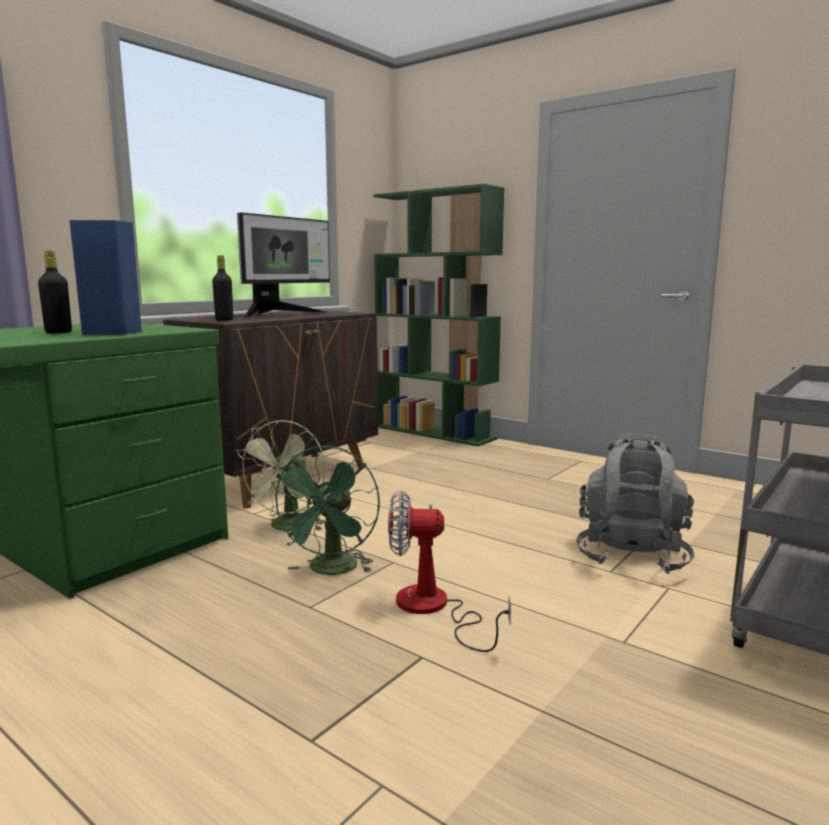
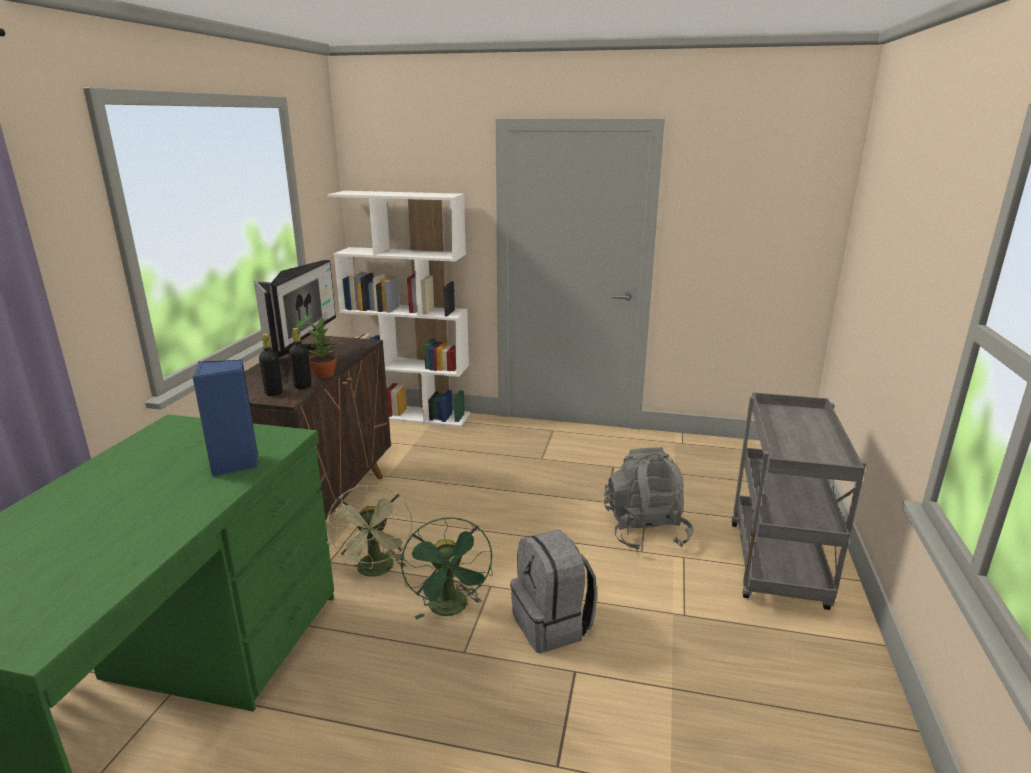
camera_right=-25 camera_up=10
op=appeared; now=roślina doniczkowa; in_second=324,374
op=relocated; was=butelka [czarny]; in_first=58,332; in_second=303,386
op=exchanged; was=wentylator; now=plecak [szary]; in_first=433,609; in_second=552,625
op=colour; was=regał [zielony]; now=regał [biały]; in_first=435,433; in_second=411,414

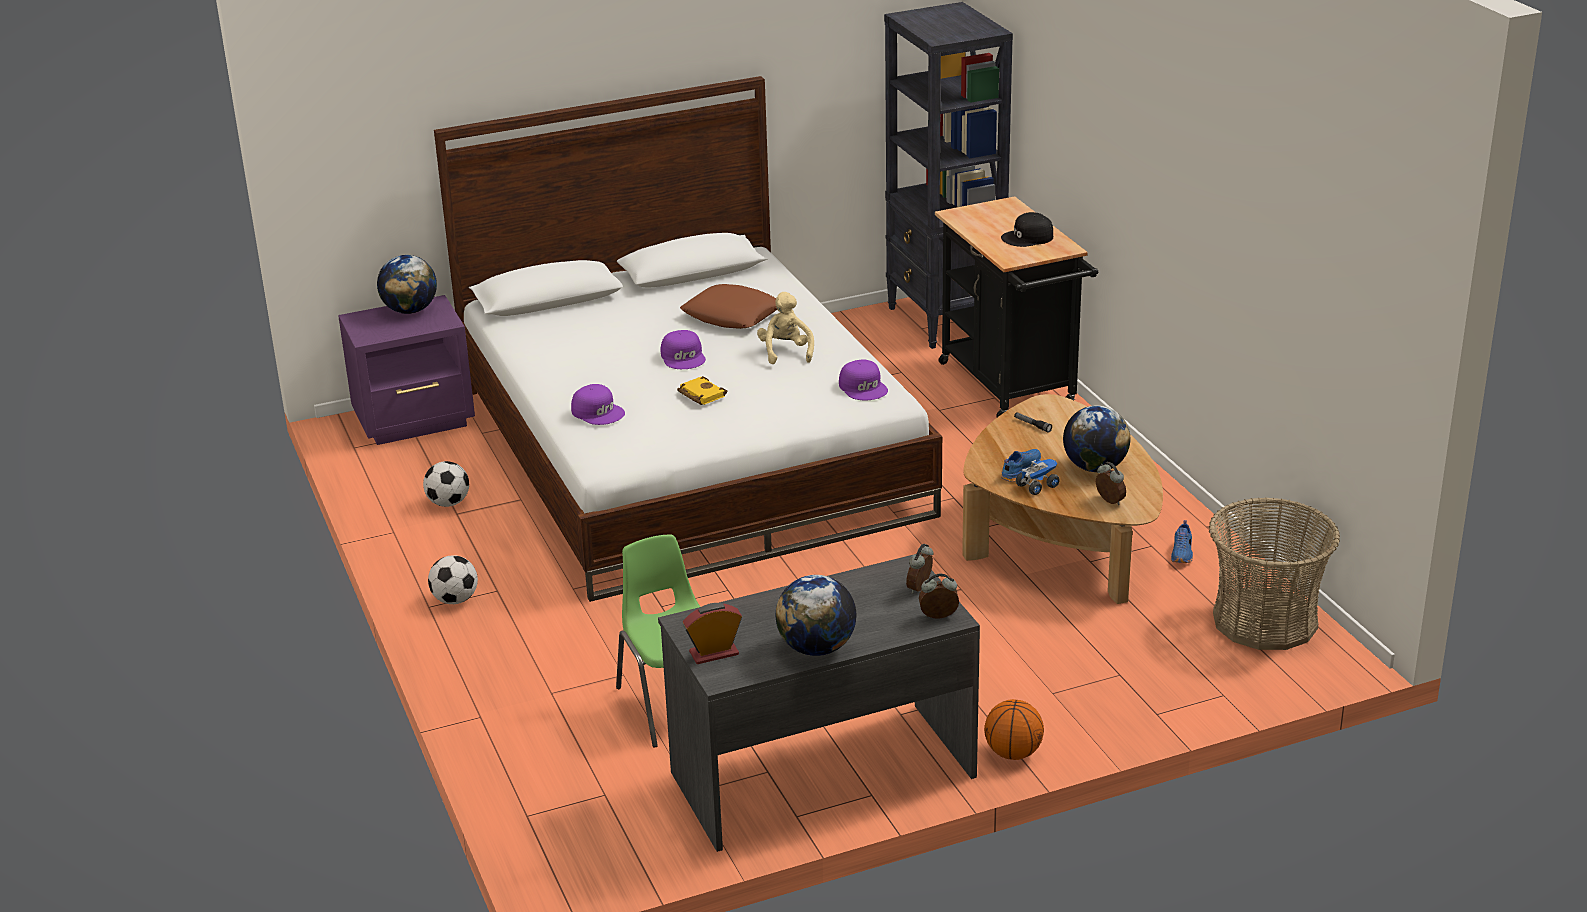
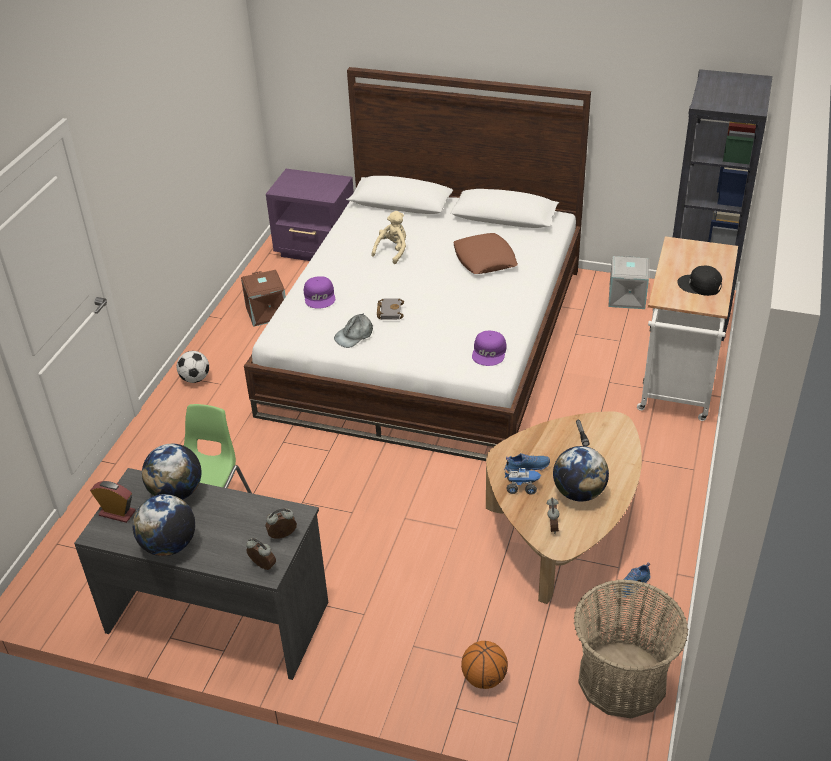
camera_right=40 camera_up=10
op=missing; was=czapka z daszkiem [fioletowy]; in_first=684,357
op=appeared; now=czapka z daszkiem [szary]; in_second=354,335
op=appeared; now=pojemnik do przechowywania [szary]; in_second=627,297
op=relocated; was=globus; in_first=410,310; in_second=177,493
op=relocated; was=pluszak [beżowy]; in_first=786,352; in_second=393,251
op=relocated; was=piłka do koszykówki; in_first=1013,753; in_second=484,678
op=exchanged; was=piłka futbolowa; now=pojemnik do przechowywania [brązowy]; in_first=448,503; in_second=267,312
op=colour; was=książka [żółty]; now=książka [szary]; in_first=700,394; in_second=389,311
op=colour; was=wózek [czarny]; now=wózek [biały]; in_first=1011,388; in_second=677,387

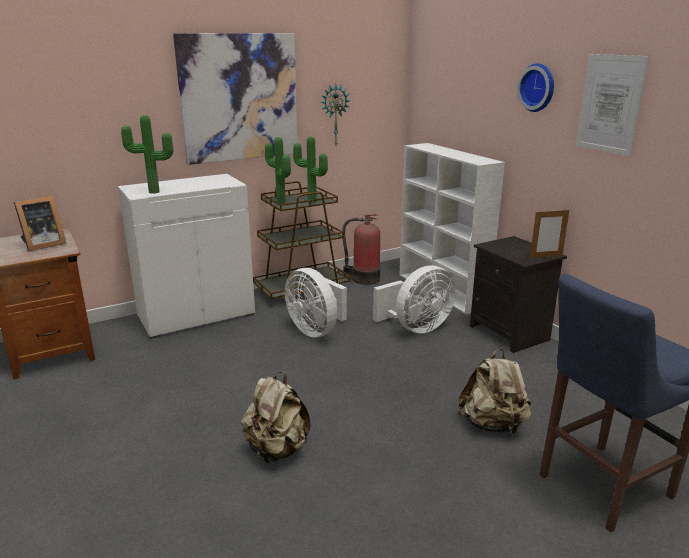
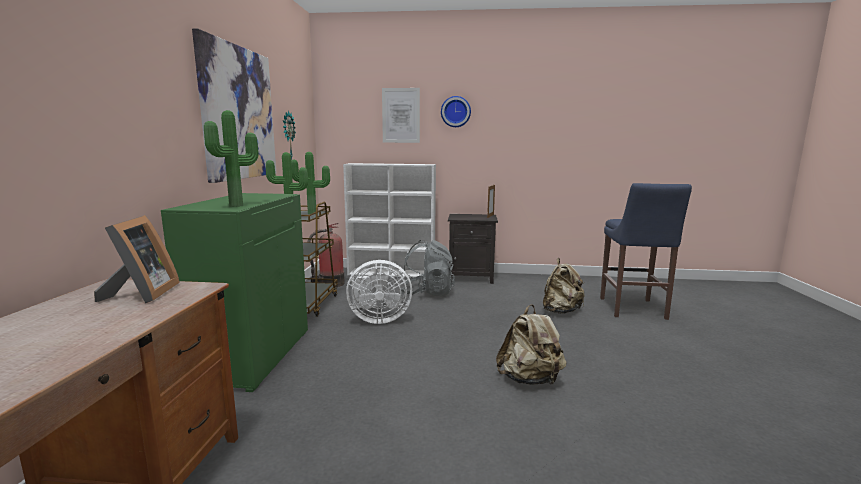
camera_right=-55 camera_up=-10
op=relocated; was=obraz; in_first=610,104; in_second=401,115
op=exchanged; was=wentylator [biały]; now=plecak [szary]; in_first=416,328; in_second=427,293
op=colour; was=szafka [biały]; now=szafka [zielony]; in_first=196,315; in_second=253,356

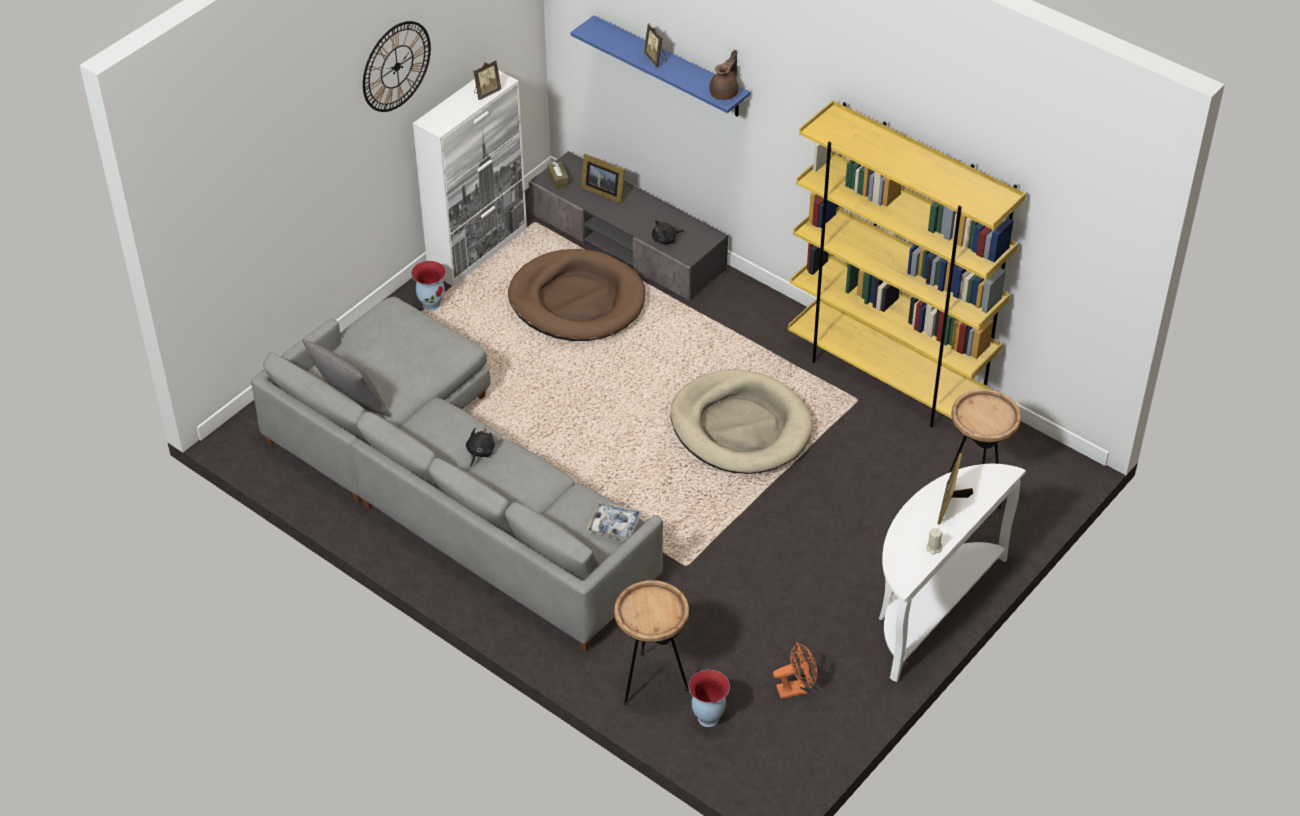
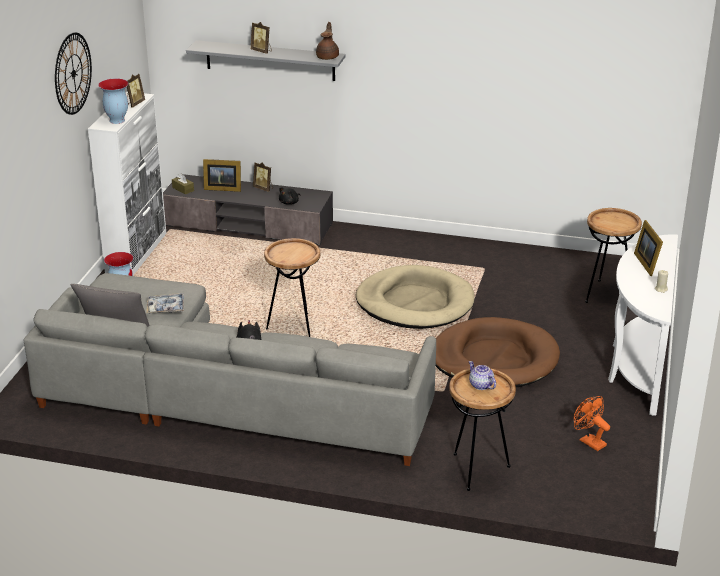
camera_right=-25 camera_up=-15
op=missing; was=regał [żółty]; in_first=888,377
op=appeared; now=ramka na zdjęcie; in_second=264,188
op=appeared; now=stolik [brązowy]; in_second=294,328
op=appeared; now=imbryk; in_second=481,385
op=relocated; was=legowisko [brązowy]; in_first=577,301; in_second=494,359
op=relocated; was=taca; in_first=614,525; in_second=166,307
op=relocated; was=wazon; in_first=707,718; in_second=116,120
op=colour; was=półka [niebieski]; now=półka [szary]; in_first=670,67; in_second=270,60
op=spun; was=wentylator [pomarańczowy]; in_first=796,689; in_second=589,441; clockwise=-90

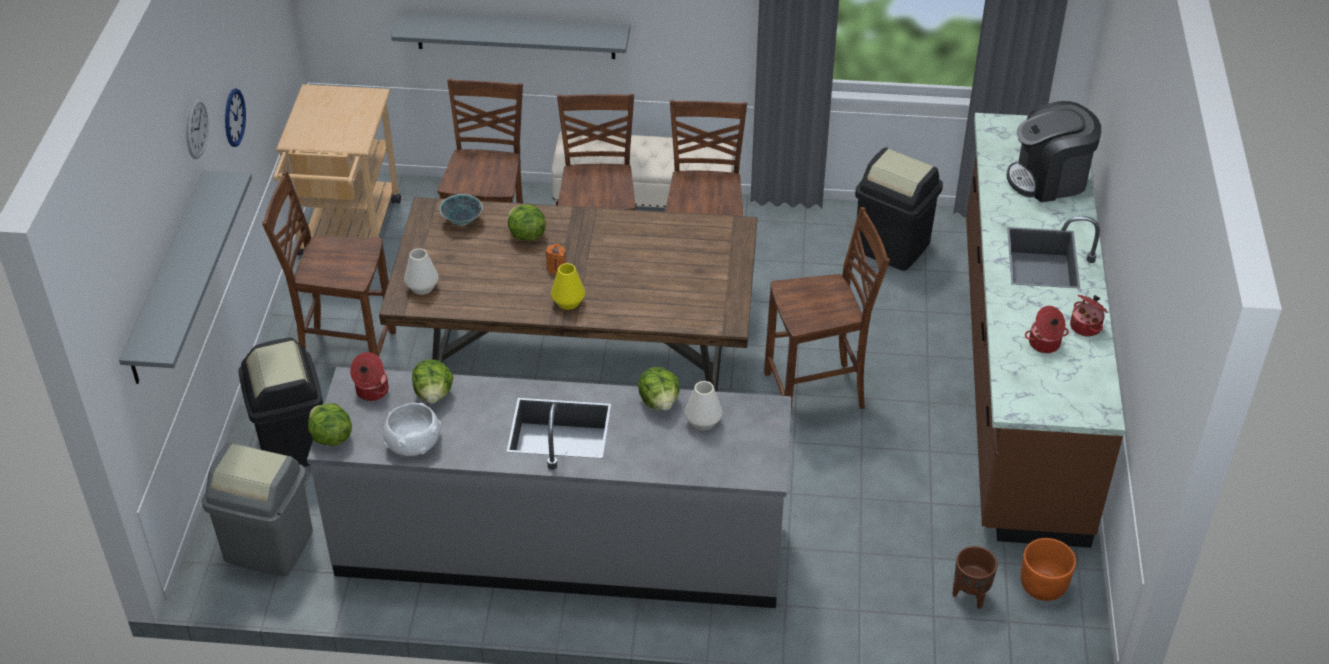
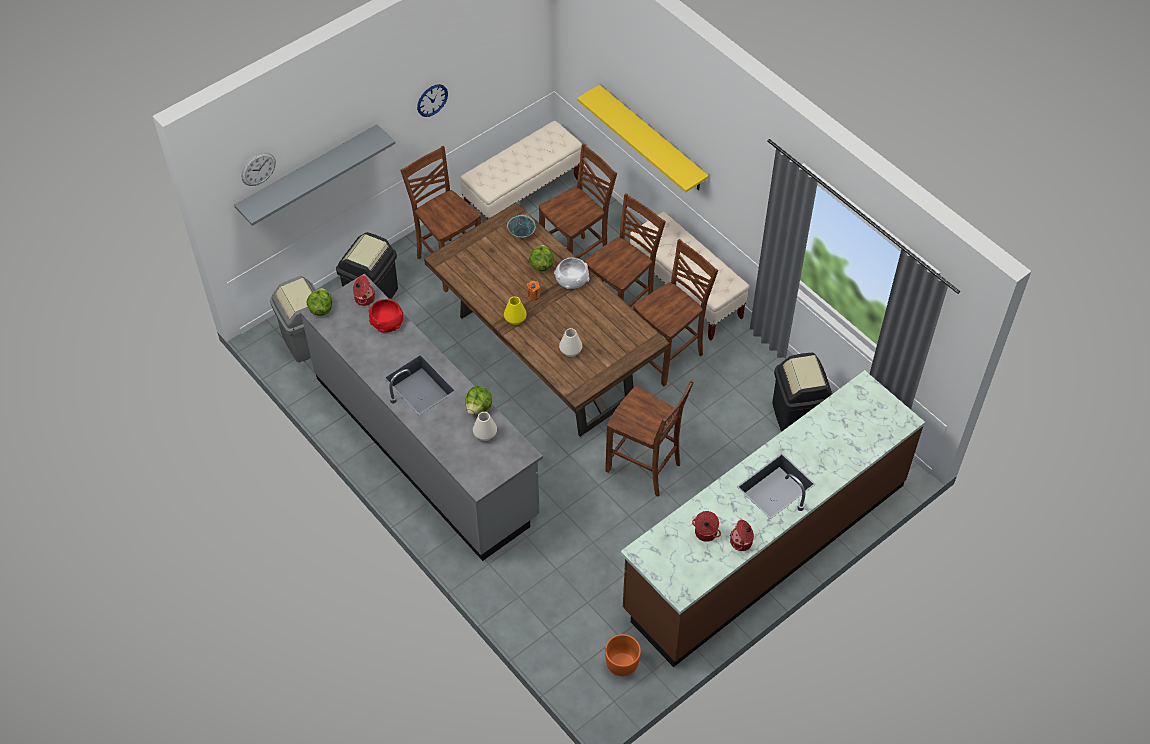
camera_right=45 camera_up=10
op=missing; was=donica [brązowy]; in_first=970,595
op=missing; was=ekspres do kawy; in_first=1049,179
op=relocated; was=zegar ścienny; in_first=196,128; in_second=258,169
op=relocated; was=miska [biały]; in_first=413,442; in_second=571,280
op=relocated; was=wazon [biały]; in_first=422,287; in_second=570,351
op=exchanged; was=wózek [beżowy]; now=ławka [beżowy]; in_first=348,235; in_second=523,195
op=exchanged; was=sałata; now=miska [czerwony]; in_first=434,394; in_second=387,322
op=colour; was=półka [szary]; now=półka [żółty]; in_first=515,35; in_second=652,139

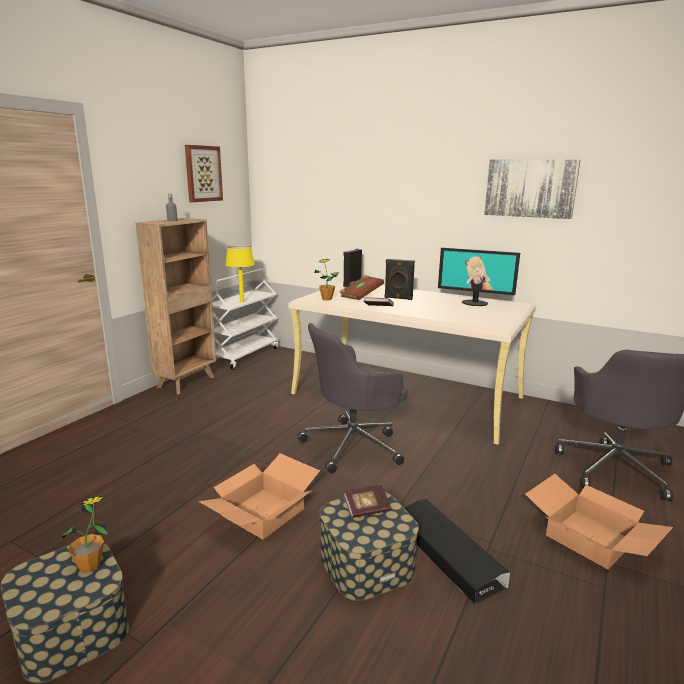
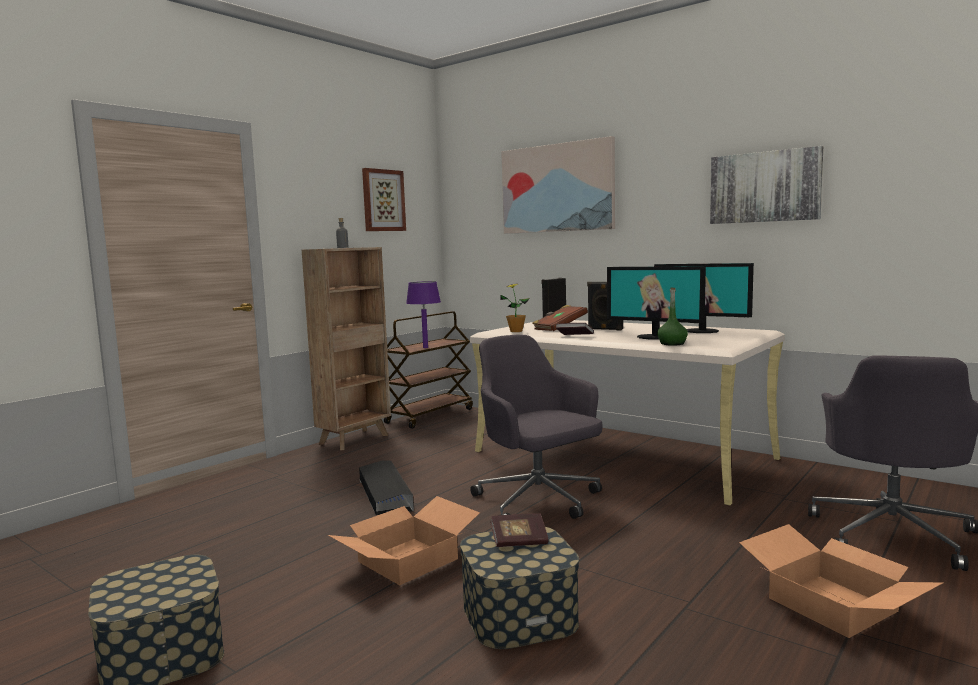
camera_right=10 camera_up=-10
op=missing; was=roślina doniczkowa; in_first=90,566
op=appeared; now=obraz; in_second=557,188
op=appeared; now=monitor; in_second=655,337
op=appeared; now=butelka [zielony]; in_second=672,343
op=relocated; was=pojemnik do przechowywania [czarny]; in_first=447,553; in_second=385,494
op=colour; was=wózek [biały]; now=wózek [brązowy]; in_first=244,355; in_second=430,415
op=colour; was=lampa stołowa [żółty]; now=lampa stołowa [fioletowy]; in_first=242,302; in_second=425,347
op=spun; was=krzesło biurowe [szary]; in_first=354,445; in_second=538,501; clockwise=75

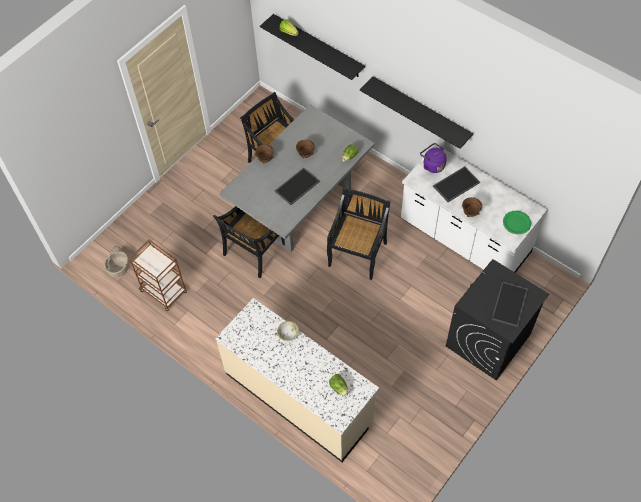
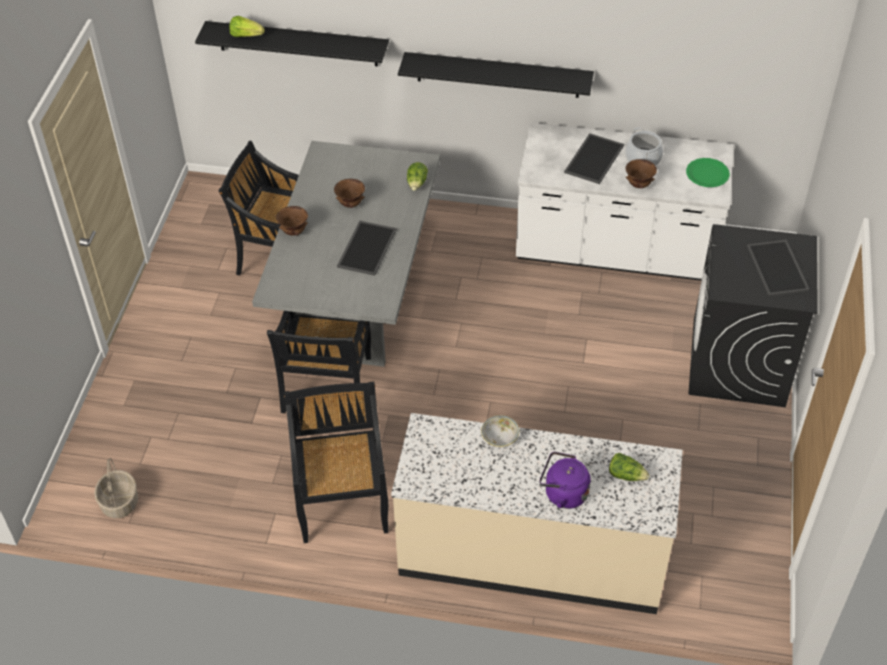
camera_right=-30 camera_up=-10
op=missing; was=wózek [brązowy]; in_first=164,292
op=appeared; now=garnek; in_second=643,158
op=relocated; was=krzesło [czarny]; in_first=357,253; in_second=342,501
op=relocated; was=czajnik [fioletowy]; in_first=432,165; in_second=563,493

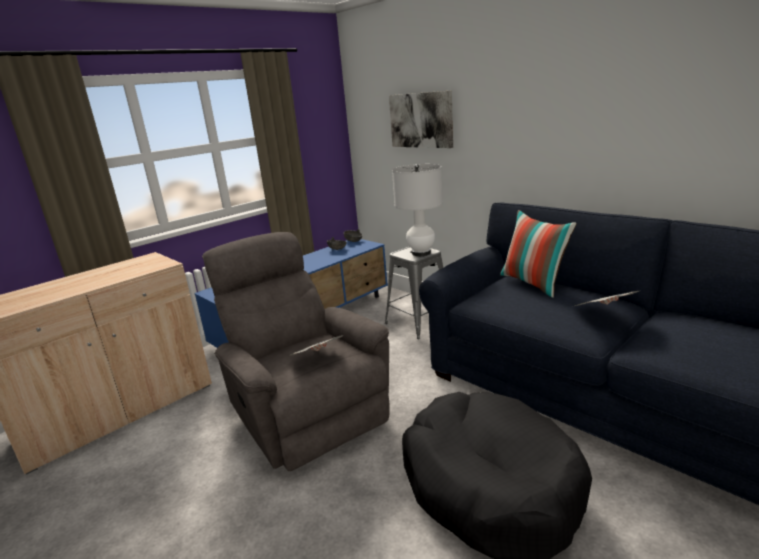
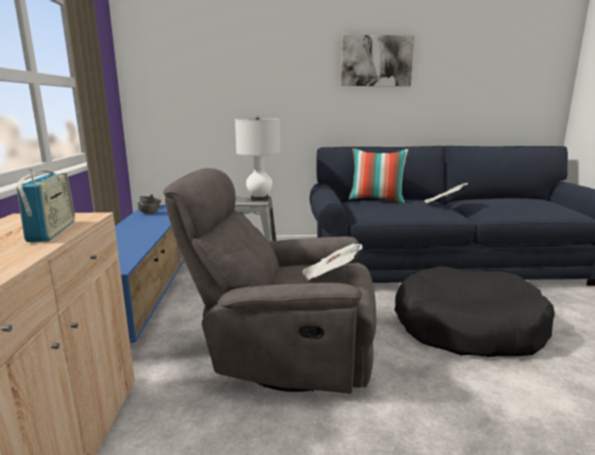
camera_right=-50 camera_up=-5
op=appeared; now=radio; in_second=52,231
op=relocated; was=obraz; in_first=421,120; in_second=376,61

